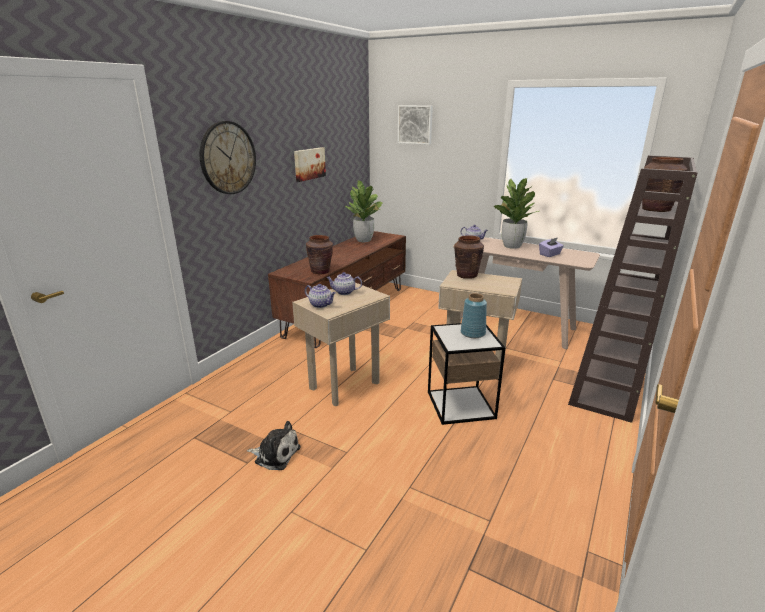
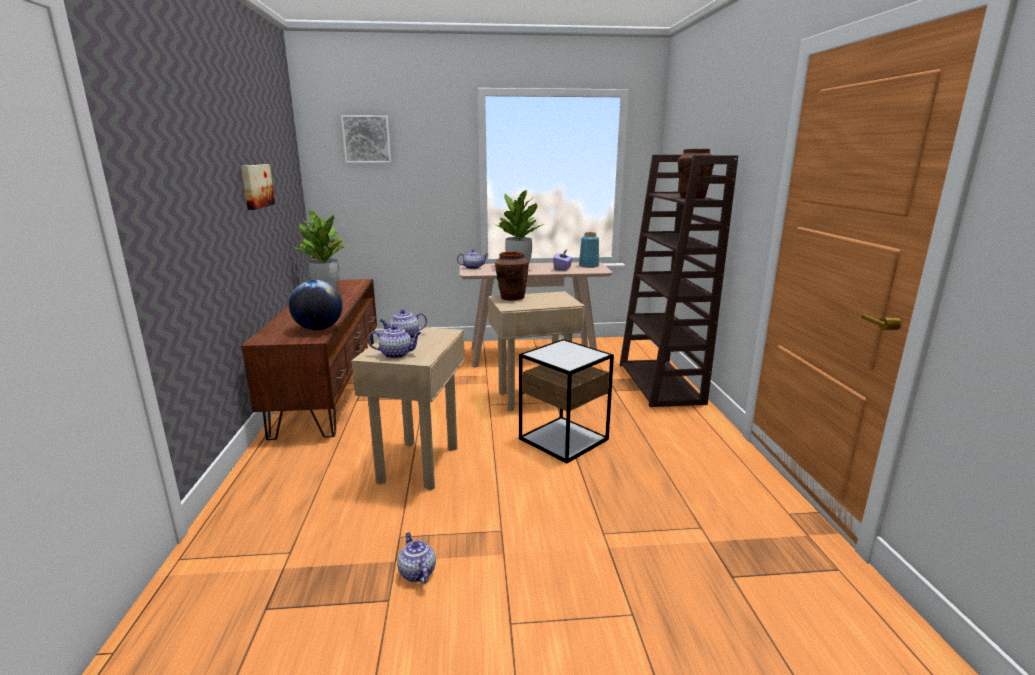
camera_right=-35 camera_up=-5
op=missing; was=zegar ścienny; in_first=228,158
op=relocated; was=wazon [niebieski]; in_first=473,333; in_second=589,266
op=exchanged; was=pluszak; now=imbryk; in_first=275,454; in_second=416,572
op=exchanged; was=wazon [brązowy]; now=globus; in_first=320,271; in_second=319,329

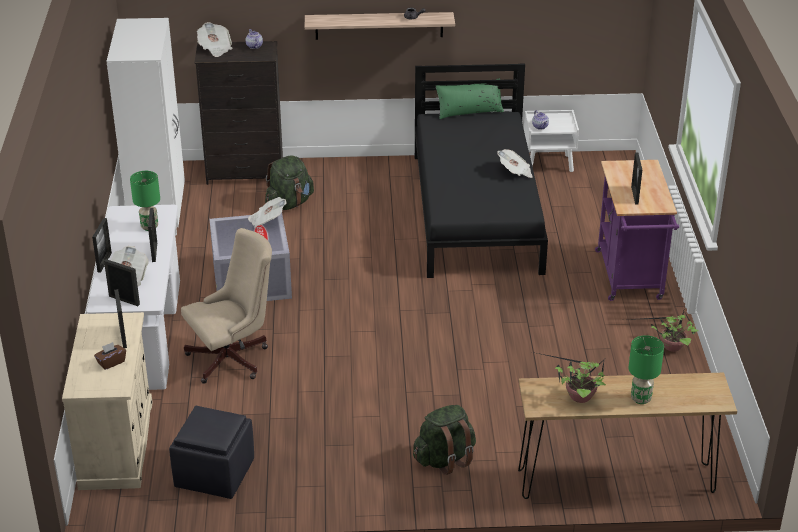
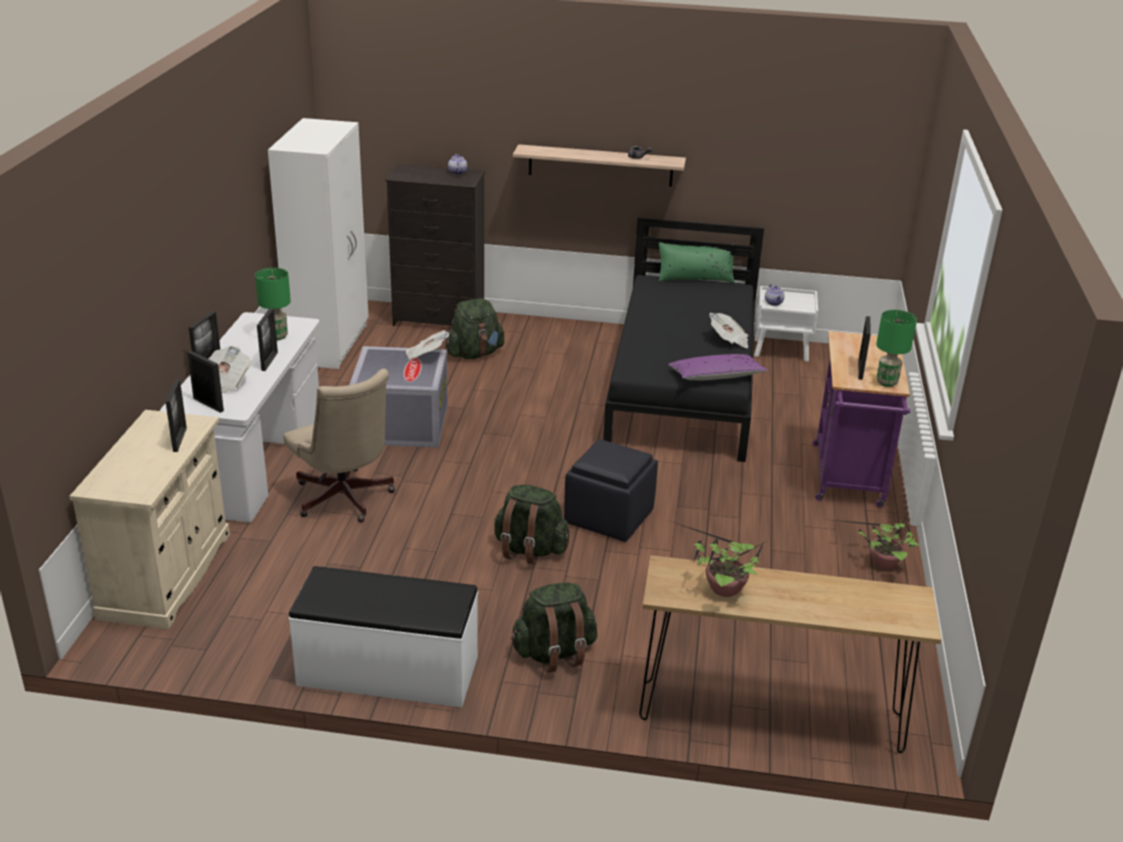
camera_right=10 camera_up=-5
op=missing; was=pudełko chusteczek [brązowy]; in_first=111,362
op=missing; was=gazeta; in_first=215,48
op=appeared; now=ławka [biały]; in_second=388,672
op=appeared; now=plecak [zielony]; in_second=529,550
op=appeared; now=poduszka [fioletowy]; in_second=716,376
op=relocated; was=pufa [czarny]; in_first=213,474; in_second=608,517
op=relocated; was=lampa stołowa [zielony]; in_first=641,399; in_second=887,382
op=spun; was=krzesło biurowe [beżowy]; in_first=233,358; in_second=344,501; clockwise=75

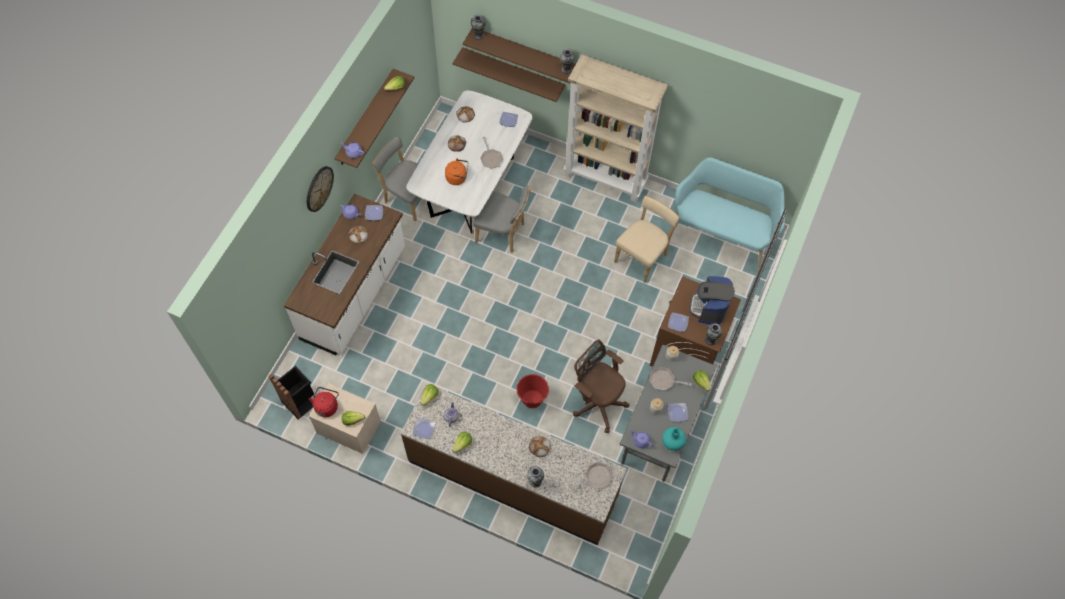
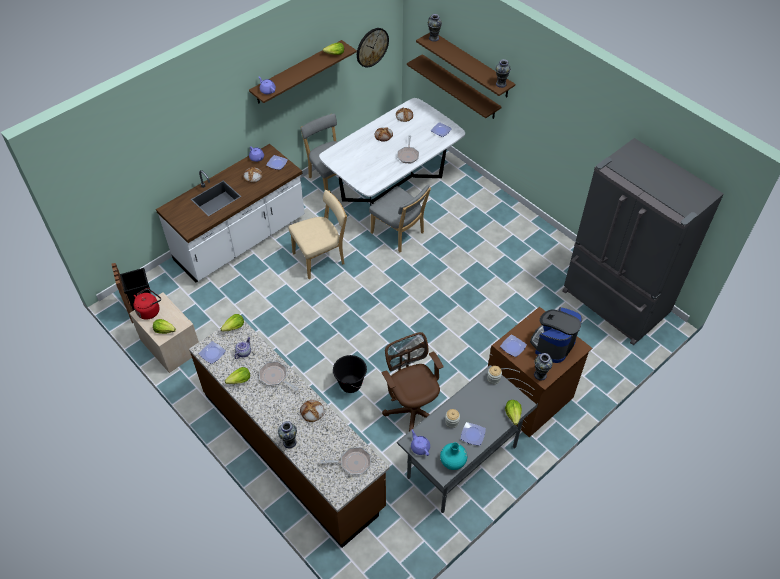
camera_right=25 camera_up=-10
op=missing; was=czajnik [pomarańczowy]; in_first=457,178
op=missing; was=regał [beżowy]; in_first=606,178
op=relocated; was=zegar ścienny; in_first=319,188; in_second=372,47
op=relocated; was=krzesło [beżowy]; in_first=642,257; in_second=321,258
op=relocated; was=patelnia; in_first=664,380; in_second=275,377
op=exchanged; was=ławka [turkusowy]; now=lodówka [szary]; in_first=721,235; in_second=613,303
op=colour; was=wiadro [czerwony]; now=wiadro [czarny]; in_first=532,399; in_second=350,384

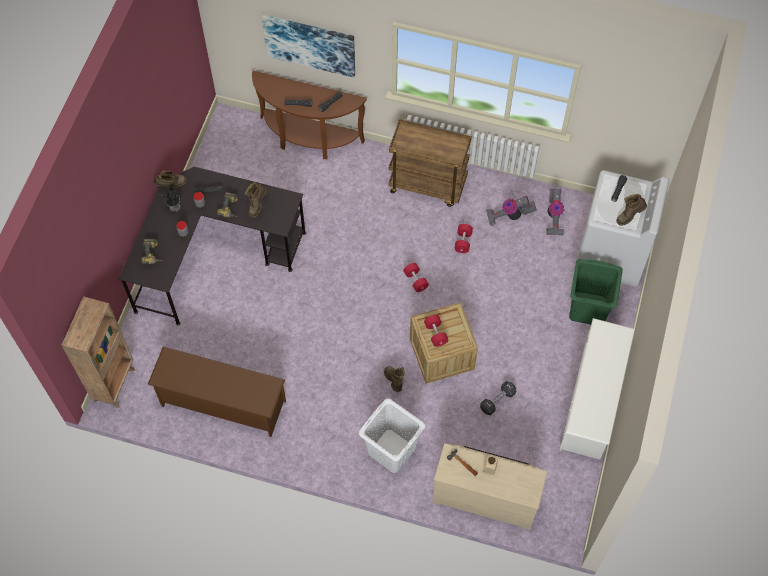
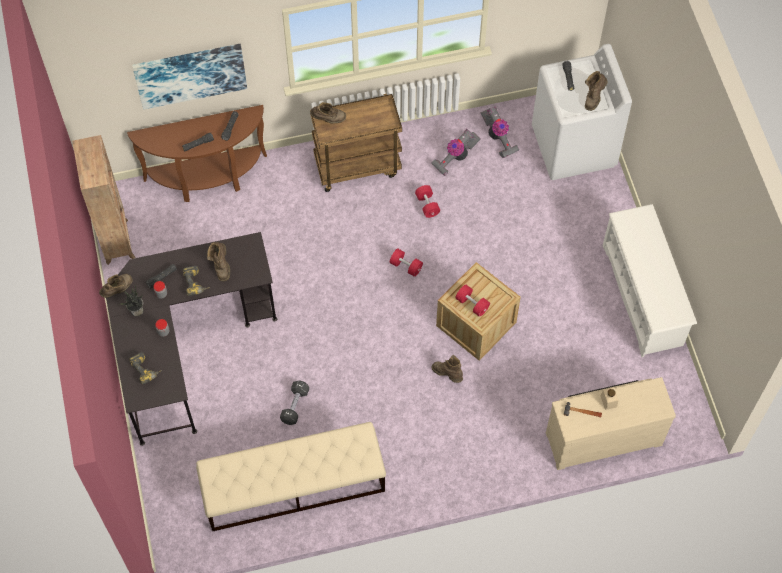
camera_right=-30 camera_up=0
op=missing; was=kosz na pranie [biały]; in_first=391,451
op=missing; was=kosz na pranie [zielony]; in_first=588,308
op=appeared; now=but z cholewką [brązowy]; in_second=328,119
op=relocated; was=regał [brązowy]; in_first=115,383; in_second=117,240
op=relocated; was=hantel [czarny]; in_first=497,400; in_second=295,405
op=exchanged; was=regał na buty [brązowy]; now=ławka [beżowy]; in_first=222,403; in_second=293,486

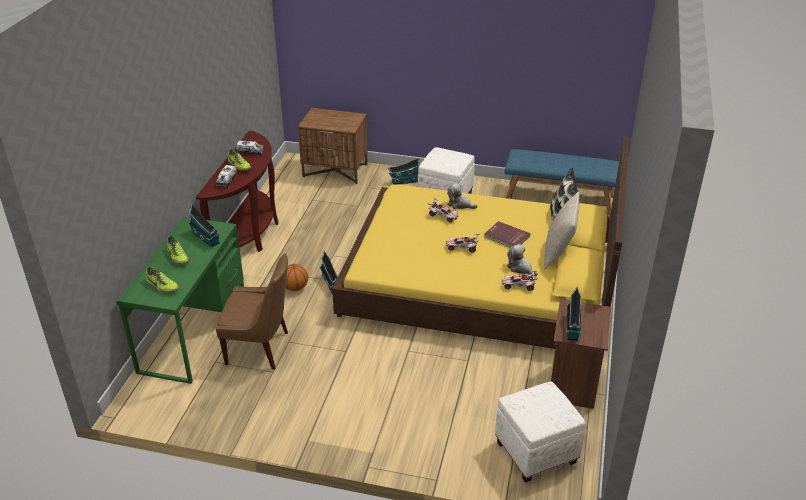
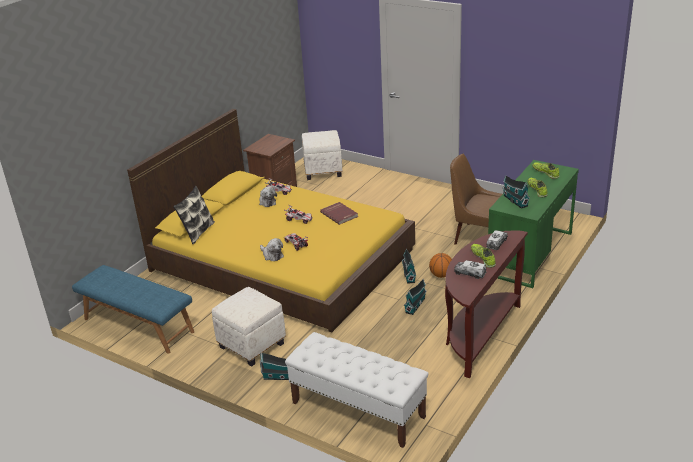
camera_right=-160 camera_up=-5
op=missing; was=poduszka [beżowy]; in_first=558,253
op=relocated; was=książka [czerwony]; in_first=506,237; in_second=339,214
op=relocated; was=domek; in_first=572,328; in_second=415,305
op=exchanged; was=szafka nocna [brązowy]; now=ławka [biały]; in_first=335,171; in_second=357,410

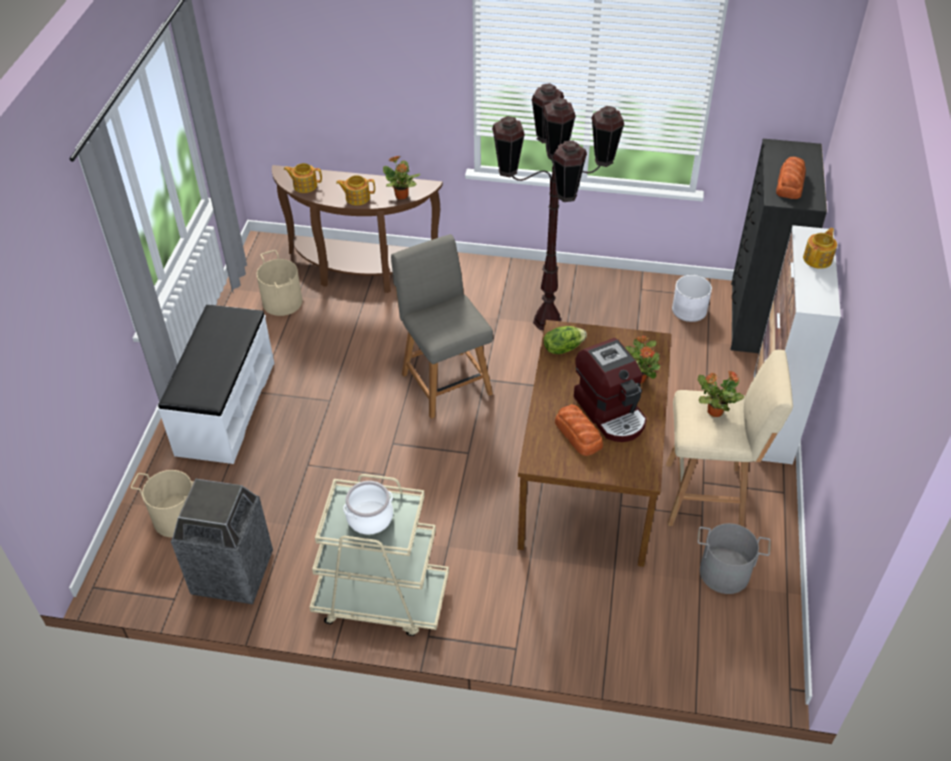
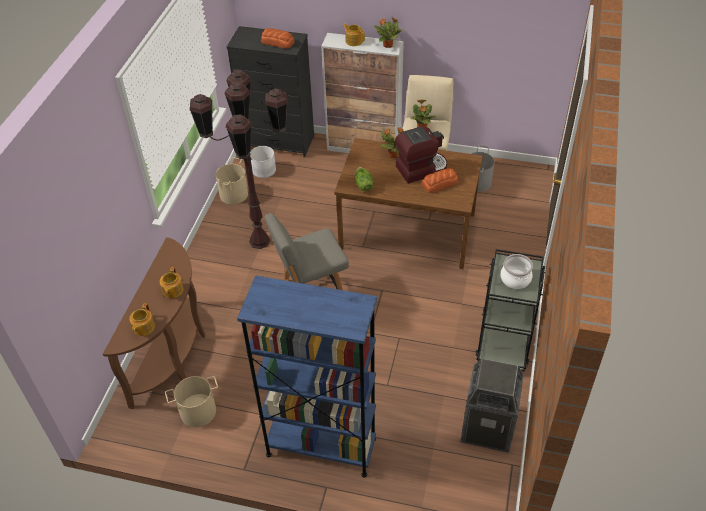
camera_right=-85 camera_up=0
op=relocated; was=wiadro [beżowy]; in_first=177,517; in_second=233,194
op=relocated; was=roślina doniczkowa; in_first=401,196; in_second=388,45
op=exchanged; was=ławka [biały]; now=regał [niebieski]; in_first=225,407; in_second=321,446
op=colour; was=wózek [beżowy]; now=wózek [czarny]; in_first=380,599; in_second=504,339

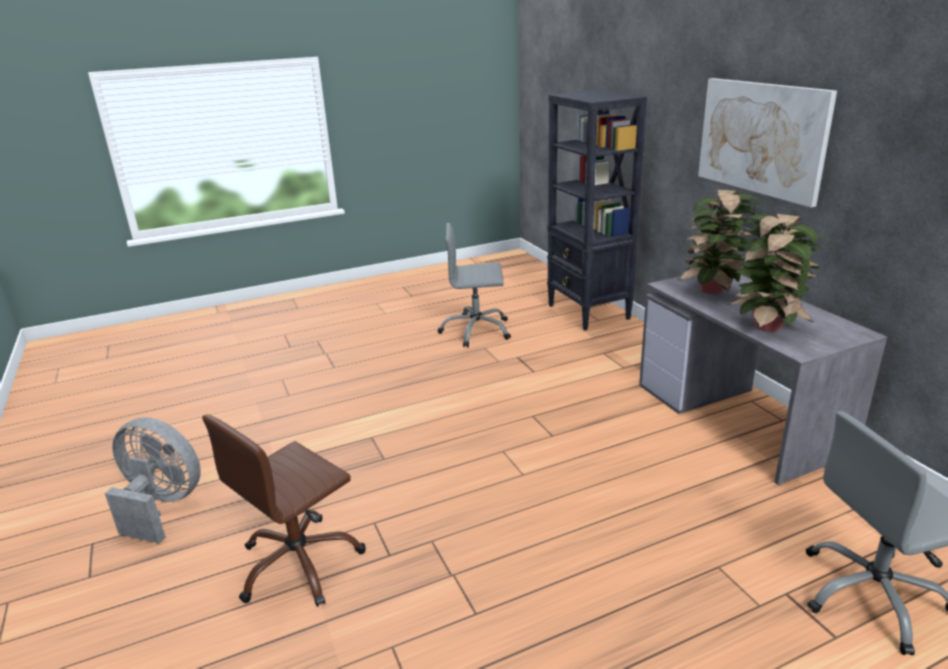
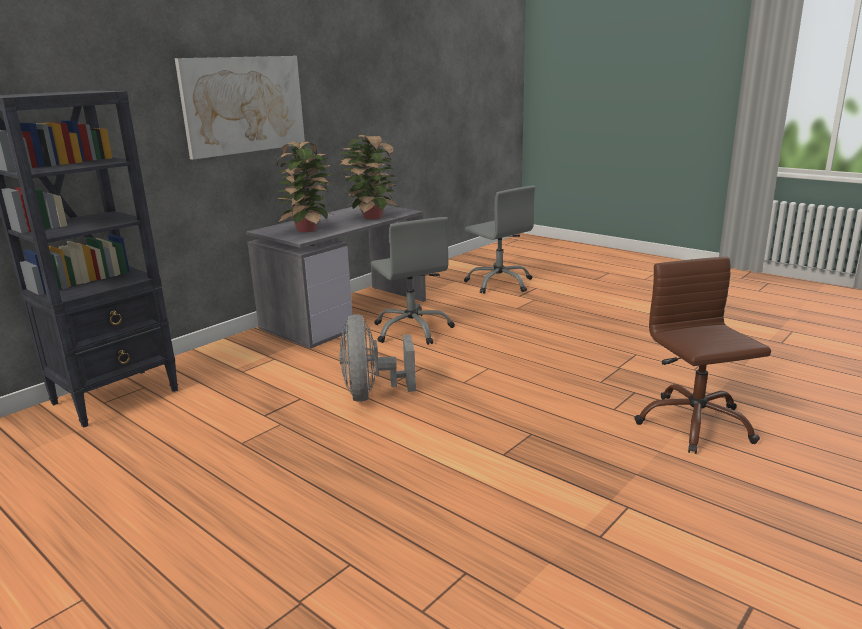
camera_right=-115 camera_up=-5
op=relocated; was=wentylator [szary]; in_first=161,506; in_second=372,394
op=relocated; was=krzesło biurowe [szary]; in_first=476,331; in_second=412,330
op=spun; was=krzesło biurowe [brązowy]; in_first=300,563; in_second=694,424; clockwise=-120

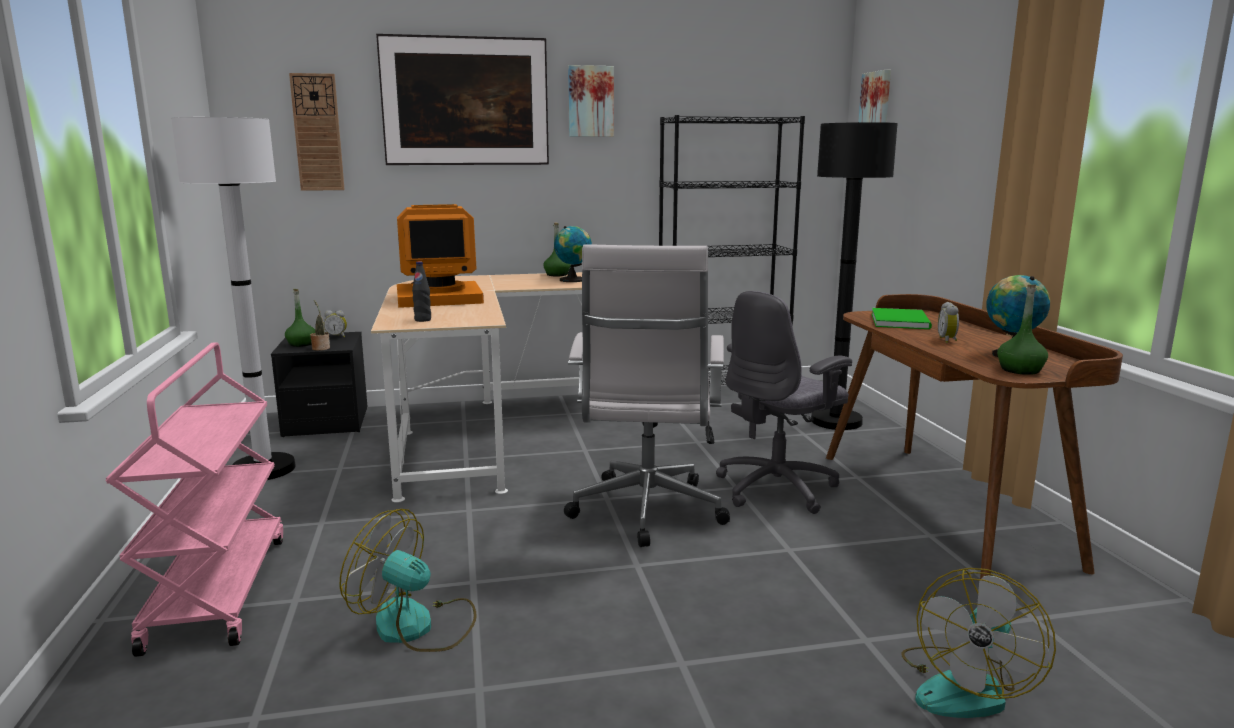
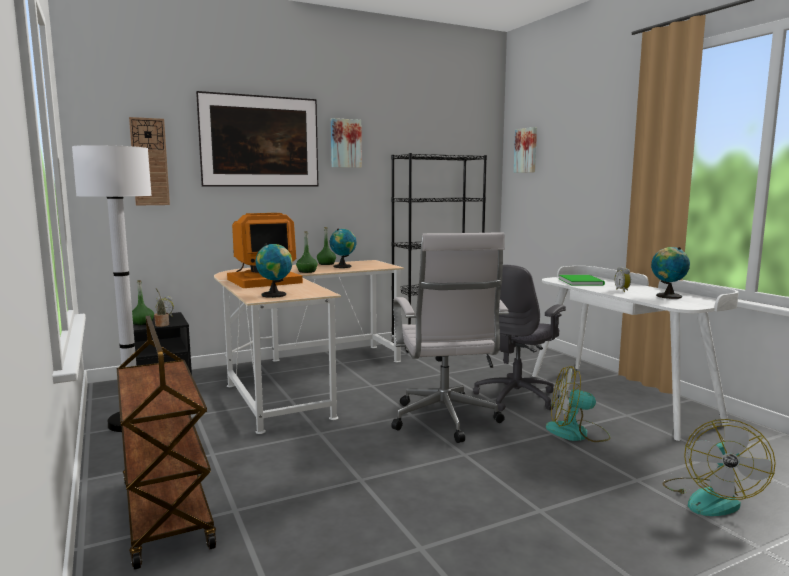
camera_right=-15 camera_up=-5
op=missing; was=lampa stojąca [czarny]; in_first=836,421
op=relocated; was=wentylator; in_first=417,626; in_second=577,433
op=relocated; was=butelka [zielony]; in_first=1020,370; in_second=307,271
op=exchanged; was=butelka [czarny]; now=globus; in_first=423,320; in_second=275,295
op=colour; was=wózek [różowy]; now=wózek [brązowy]; in_first=217,590; in_second=165,512
op=colour; was=biurko [brązowy]; now=biurko [biały]; in_first=942,506; in_second=620,397

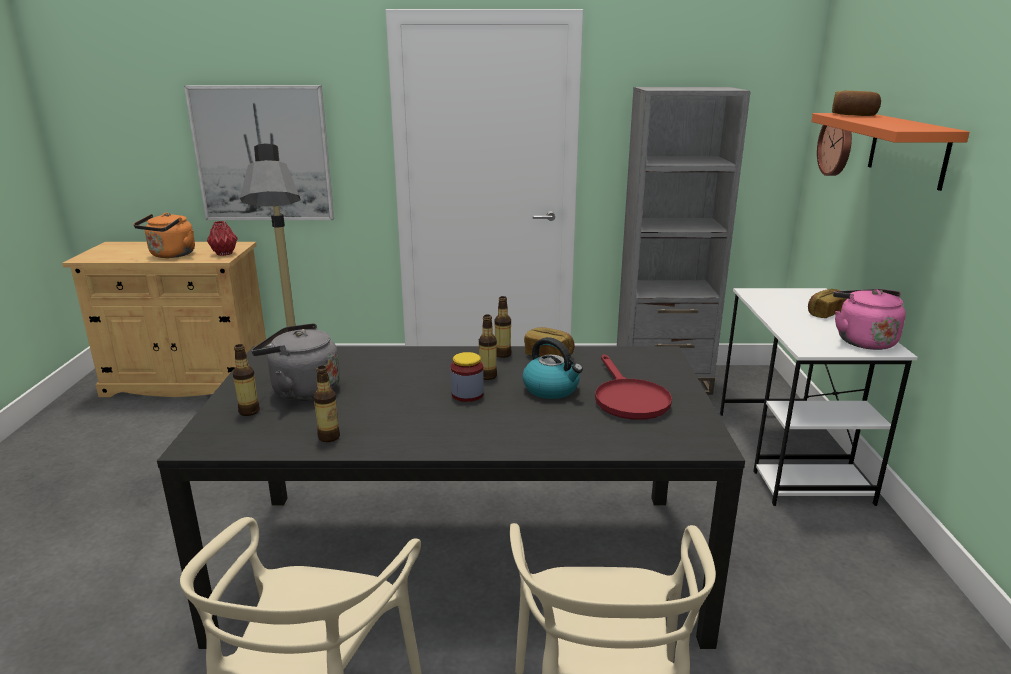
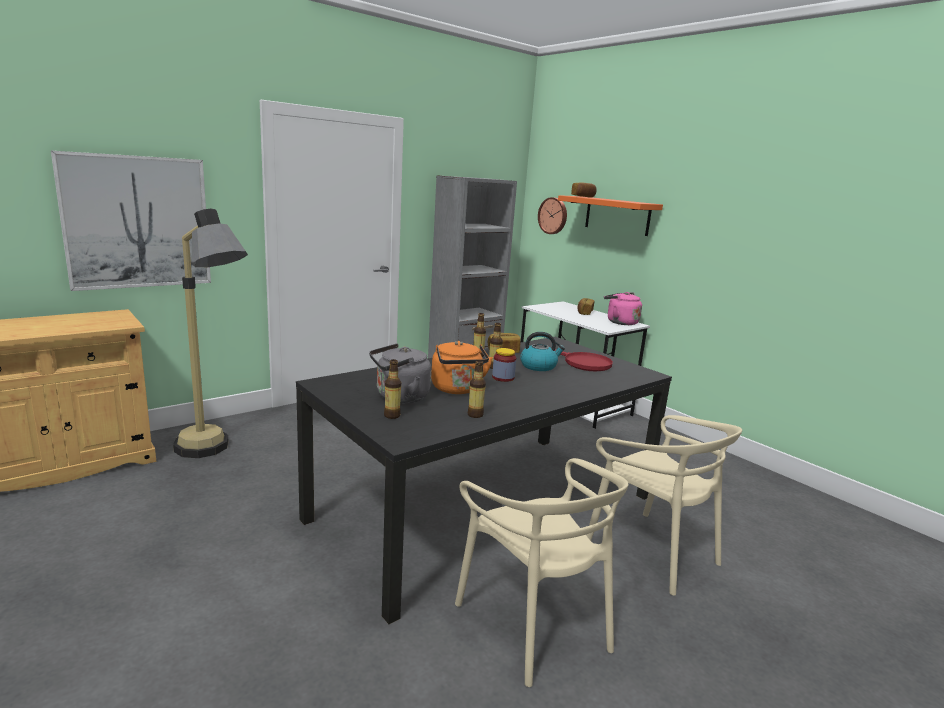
camera_right=-40 camera_up=-5
op=missing; was=wazon [czerwony]; in_first=225,253
op=relocated; was=czajnik [pomarańczowy]; in_first=171,255; in_second=457,389

